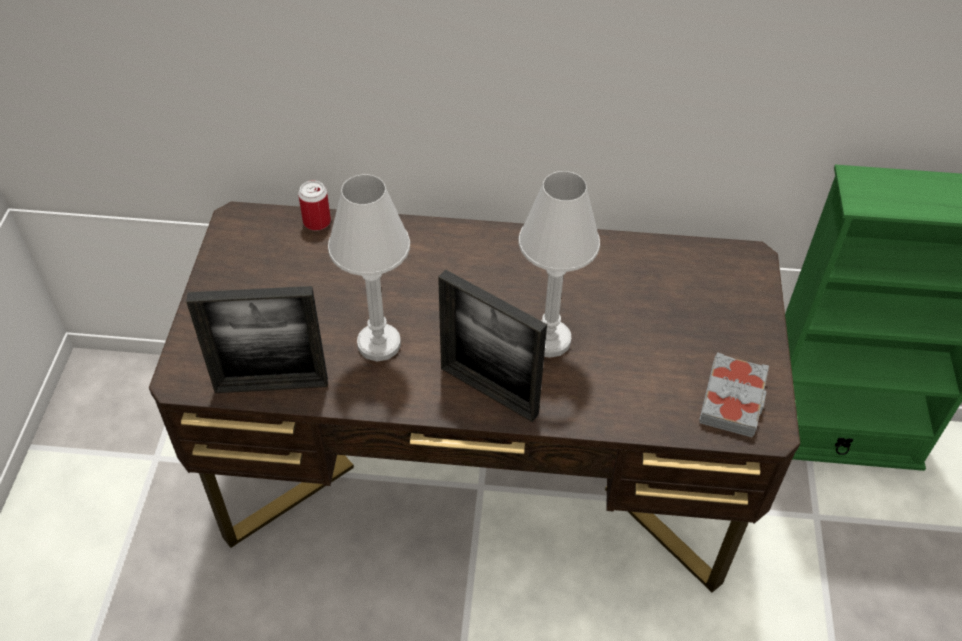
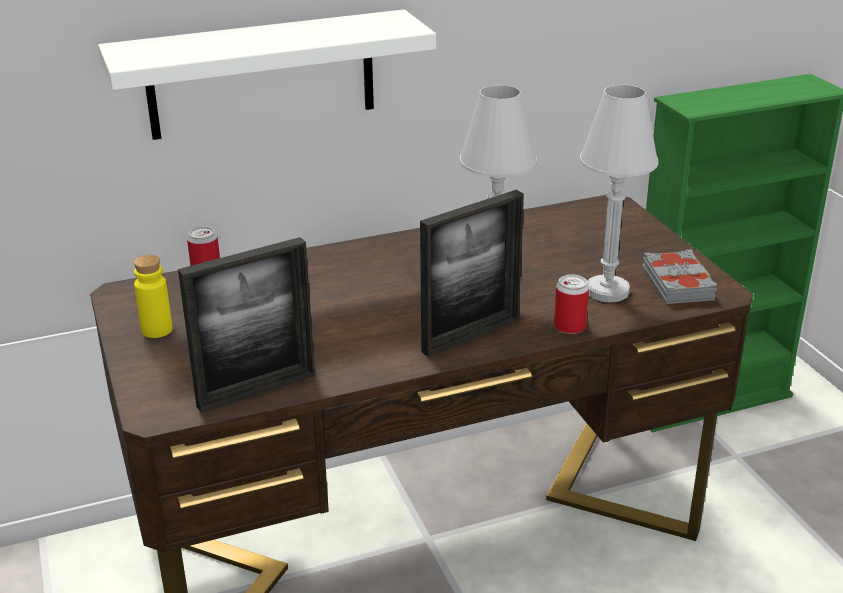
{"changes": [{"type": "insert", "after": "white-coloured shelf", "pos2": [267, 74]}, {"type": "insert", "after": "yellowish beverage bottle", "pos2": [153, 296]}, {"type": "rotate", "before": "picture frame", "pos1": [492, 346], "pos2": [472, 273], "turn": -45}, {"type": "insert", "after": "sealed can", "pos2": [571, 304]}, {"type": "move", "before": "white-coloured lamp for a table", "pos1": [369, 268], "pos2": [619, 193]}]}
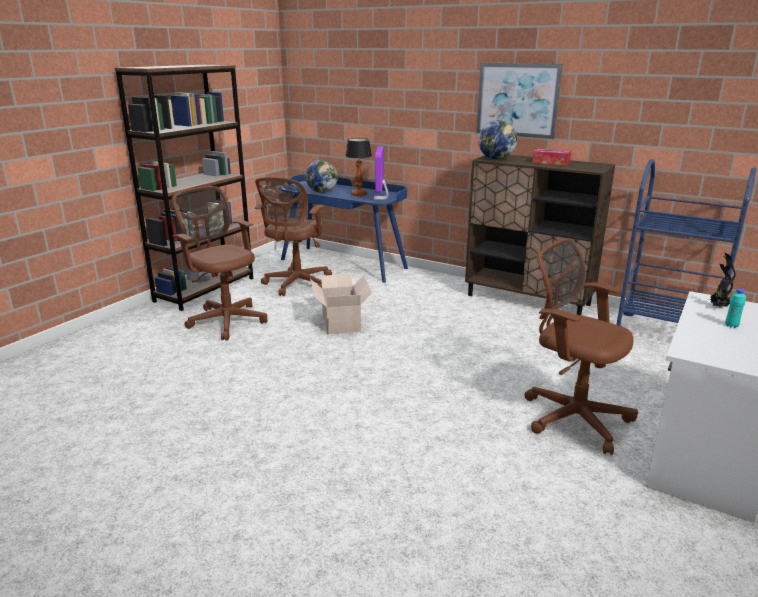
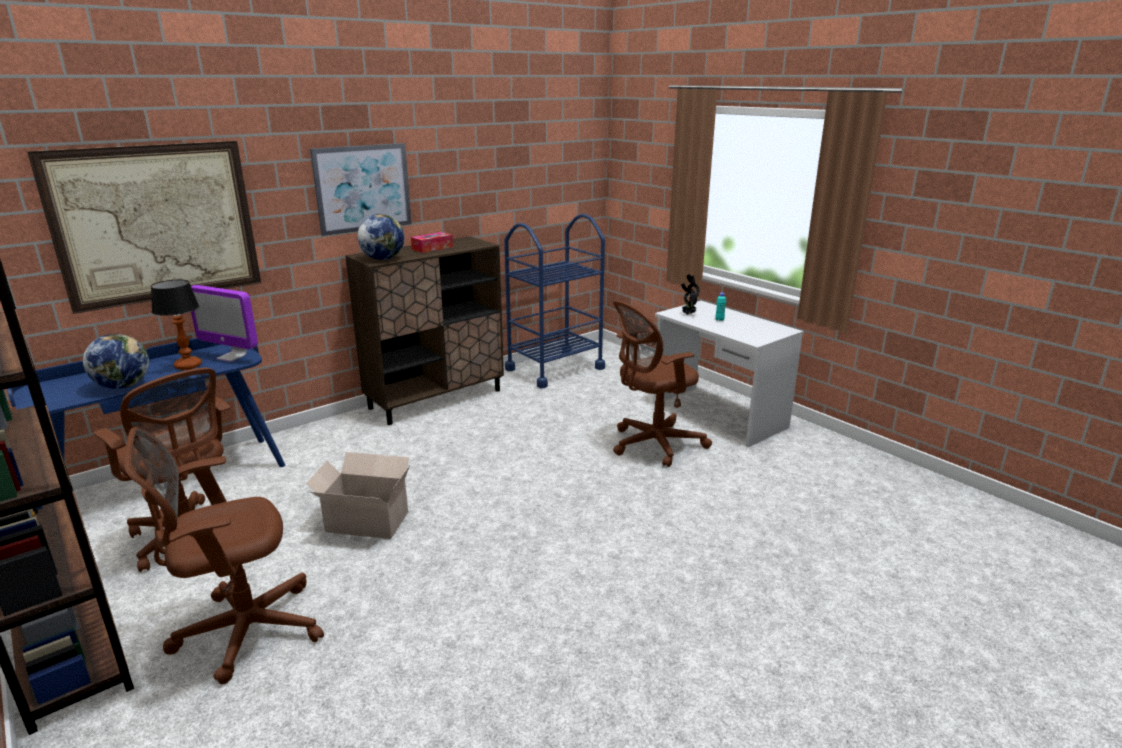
{"changes": [{"type": "insert", "after": "picture", "pos2": [144, 227]}]}
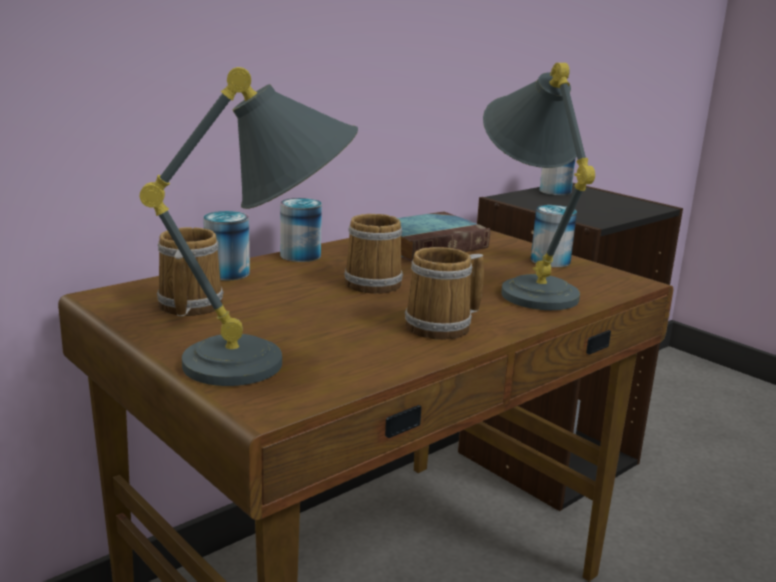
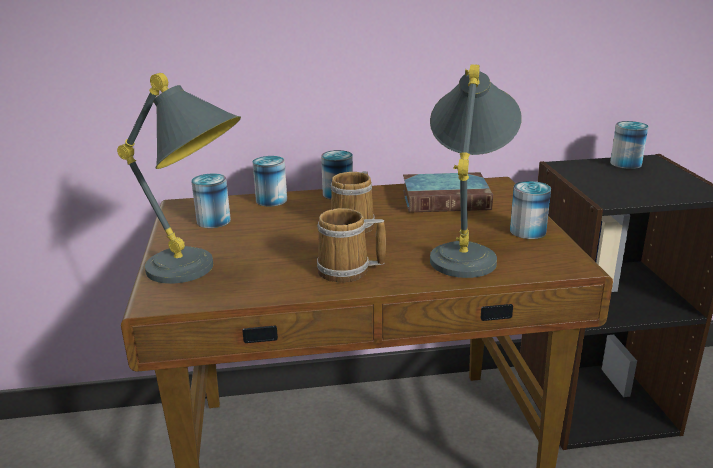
{"changes": [{"type": "replace", "before": "coffee mug", "after": "sealed can", "pos1": [190, 271], "pos2": [211, 200]}]}
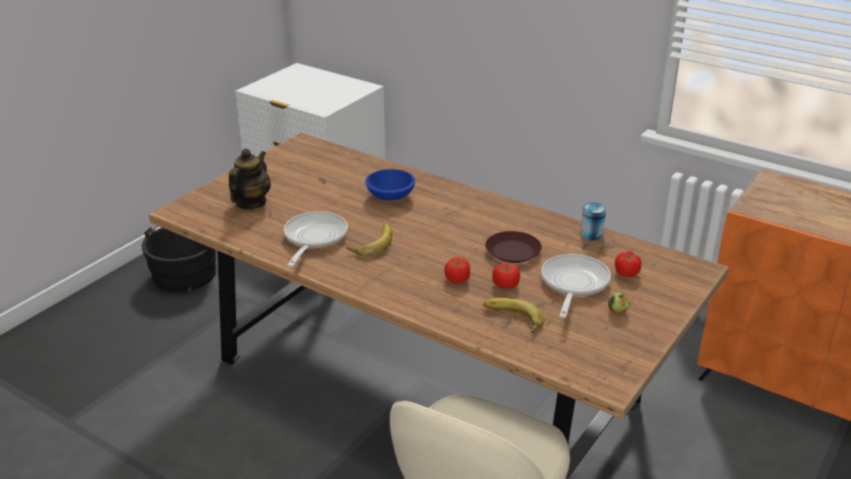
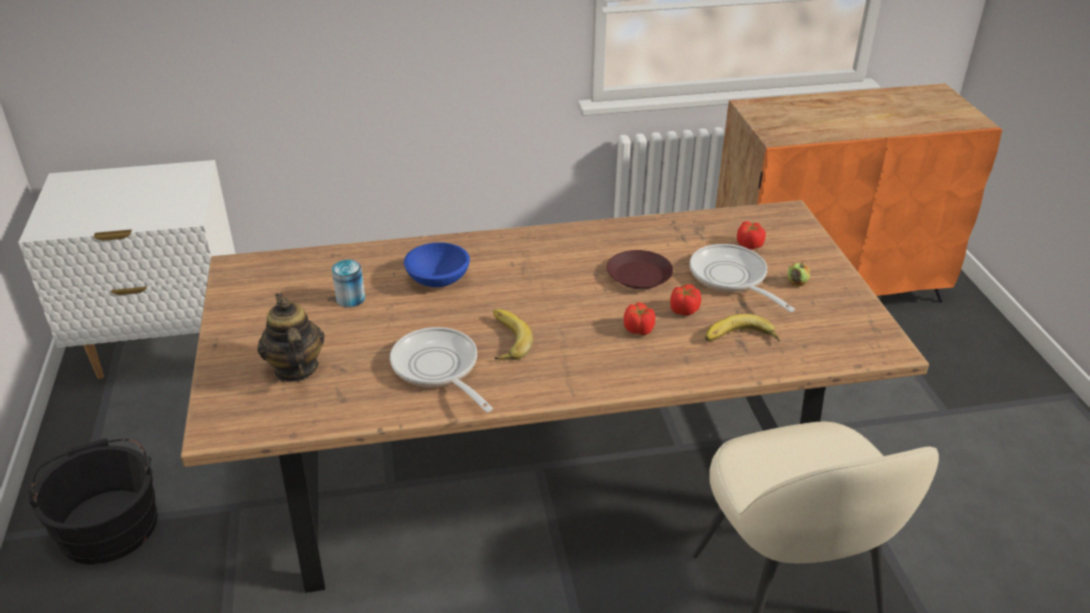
{"changes": [{"type": "move", "before": "sealed can", "pos1": [593, 221], "pos2": [348, 284]}]}
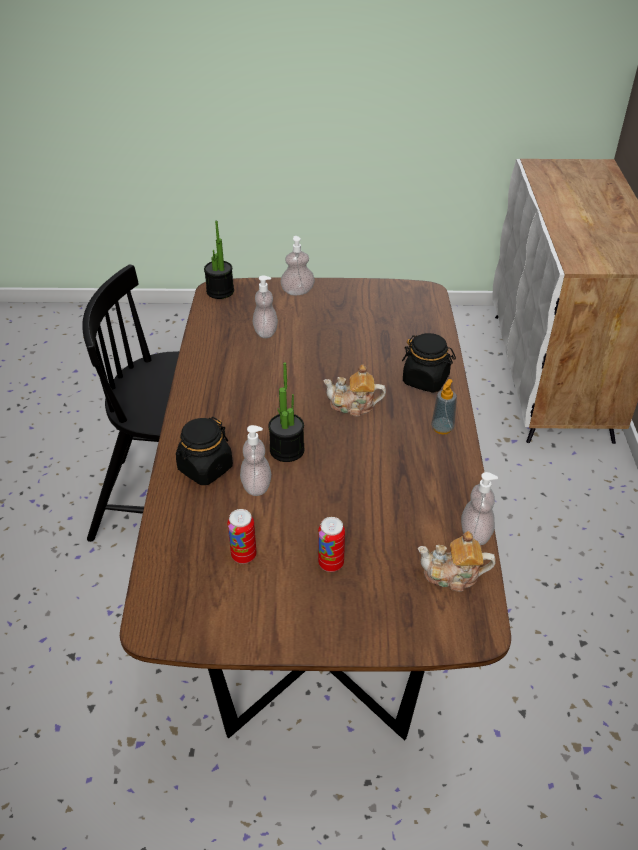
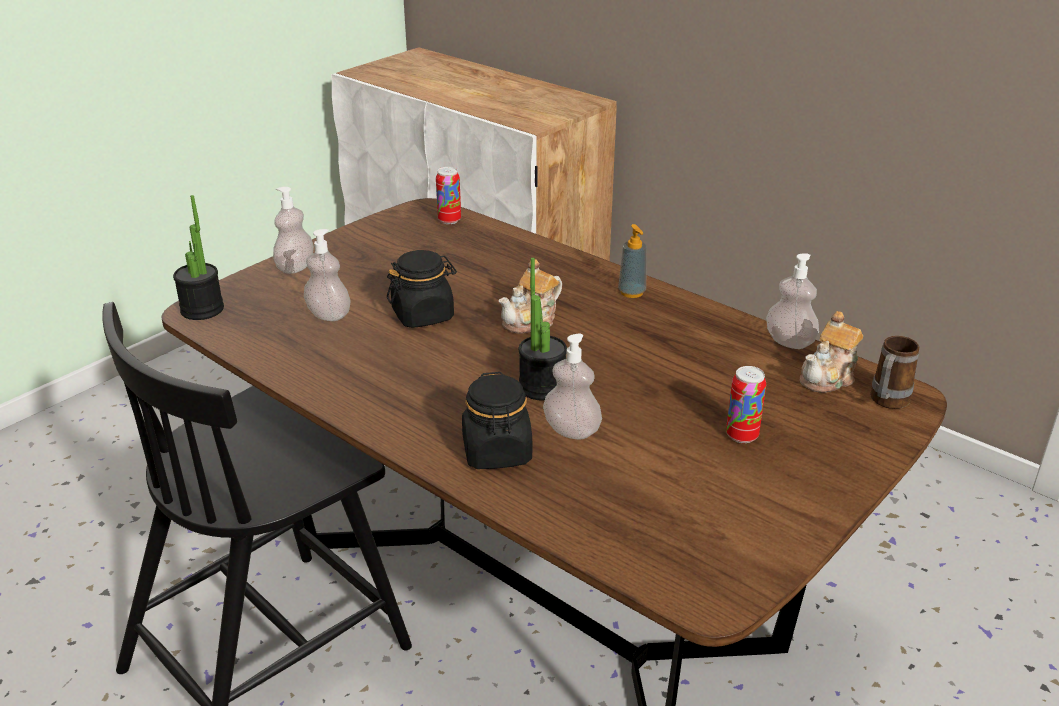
{"changes": [{"type": "move", "before": "black-coloured jar", "pos1": [429, 363], "pos2": [422, 289]}, {"type": "move", "before": "sealed can", "pos1": [242, 536], "pos2": [448, 195]}, {"type": "insert", "after": "coffee mug", "pos2": [894, 372]}]}
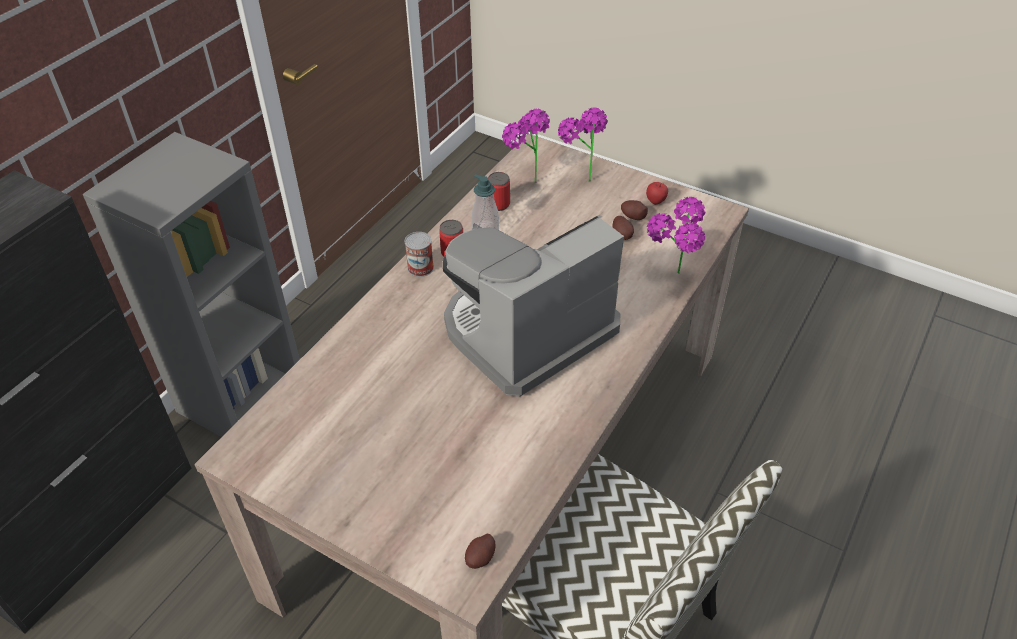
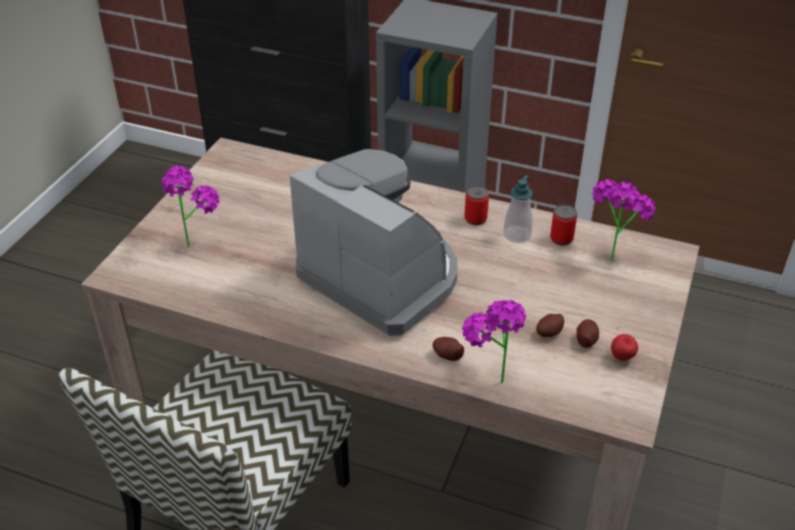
{"changes": [{"type": "move", "before": "houseplant", "pos1": [583, 144], "pos2": [190, 206]}, {"type": "move", "before": "potato", "pos1": [480, 551], "pos2": [448, 349]}, {"type": "delete", "before": "sealed can", "pos1": [419, 254]}]}
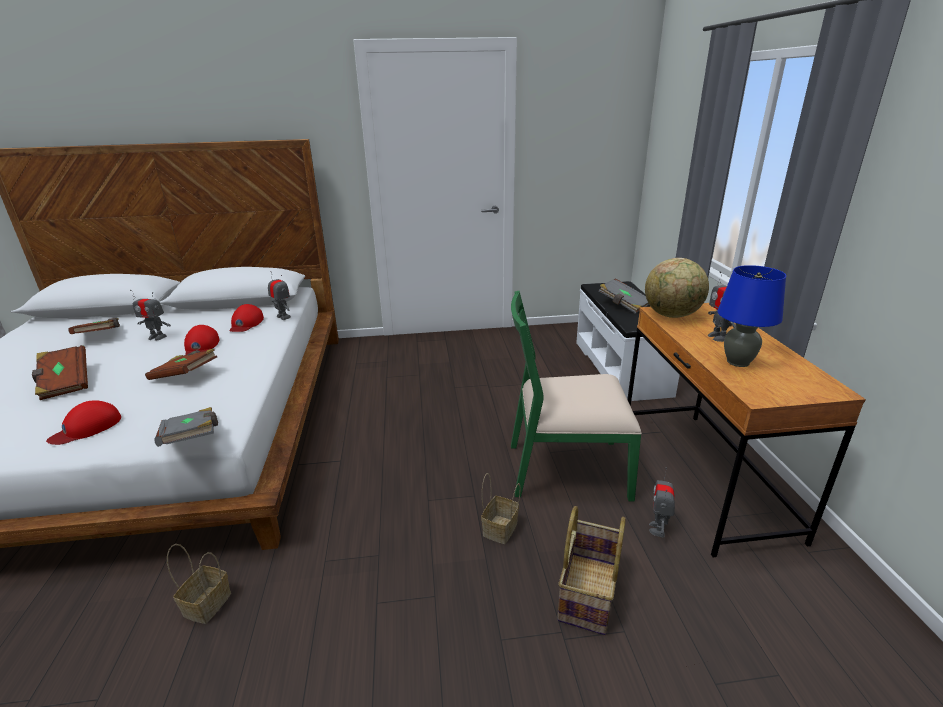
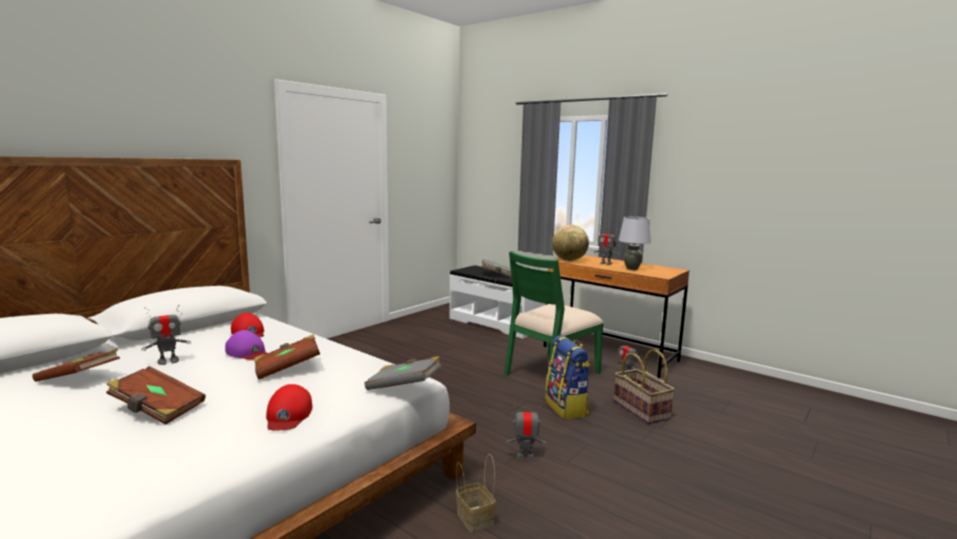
{"changes": [{"type": "recolor", "before": "red-coloured cap", "after": "purple cap", "pos1": [201, 340], "pos2": [246, 345]}, {"type": "move", "before": "model robot", "pos1": [279, 296], "pos2": [526, 432]}, {"type": "replace", "before": "household basket", "after": "rucksack", "pos1": [500, 508], "pos2": [568, 377]}, {"type": "recolor", "before": "bluish lamp for a table", "after": "greyish lamp for a table", "pos1": [752, 316], "pos2": [635, 243]}]}
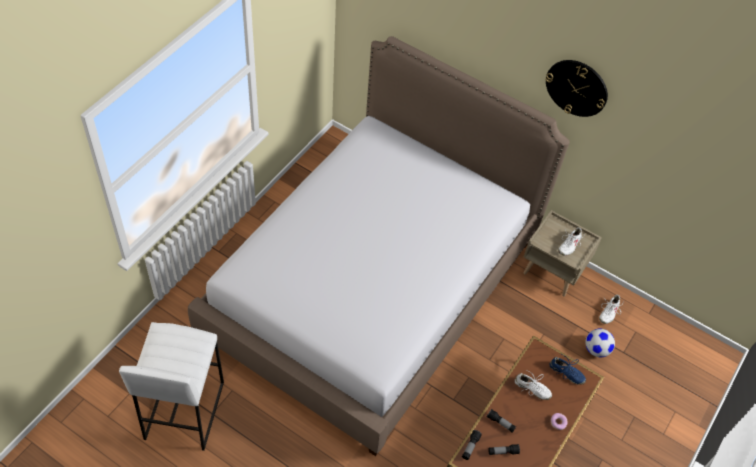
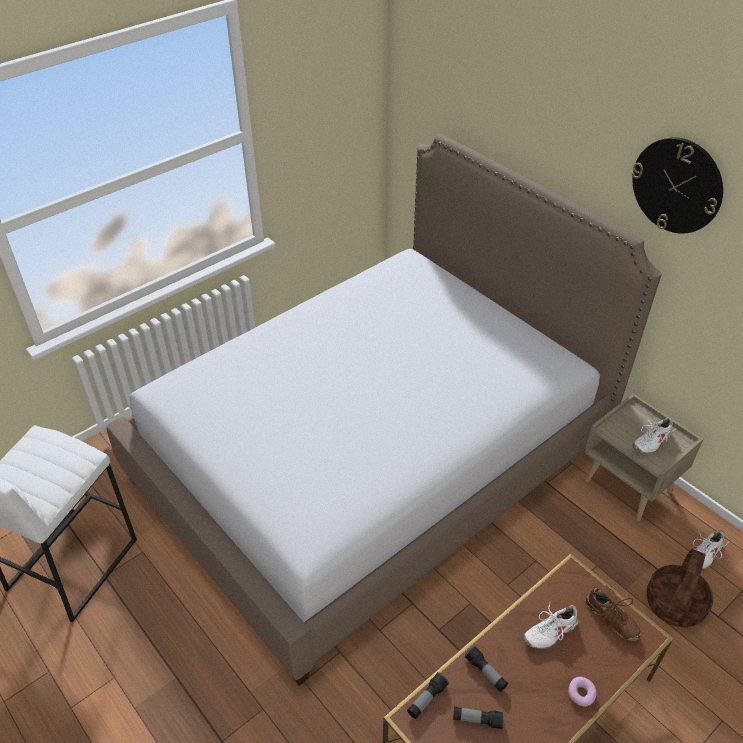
{"changes": [{"type": "rotate", "before": "white-coloured low shoe", "pos1": [533, 384], "pos2": [552, 626], "turn": 105}, {"type": "recolor", "before": "bluish low shoe", "after": "brownish low shoe", "pos1": [568, 370], "pos2": [613, 614]}, {"type": "replace", "before": "football", "after": "household basket", "pos1": [600, 343], "pos2": [680, 588]}]}
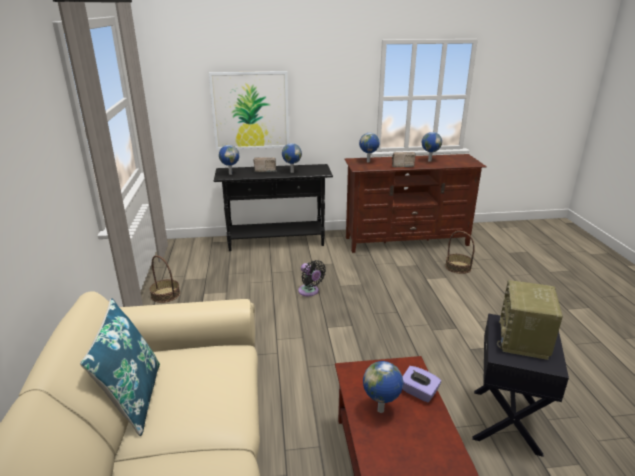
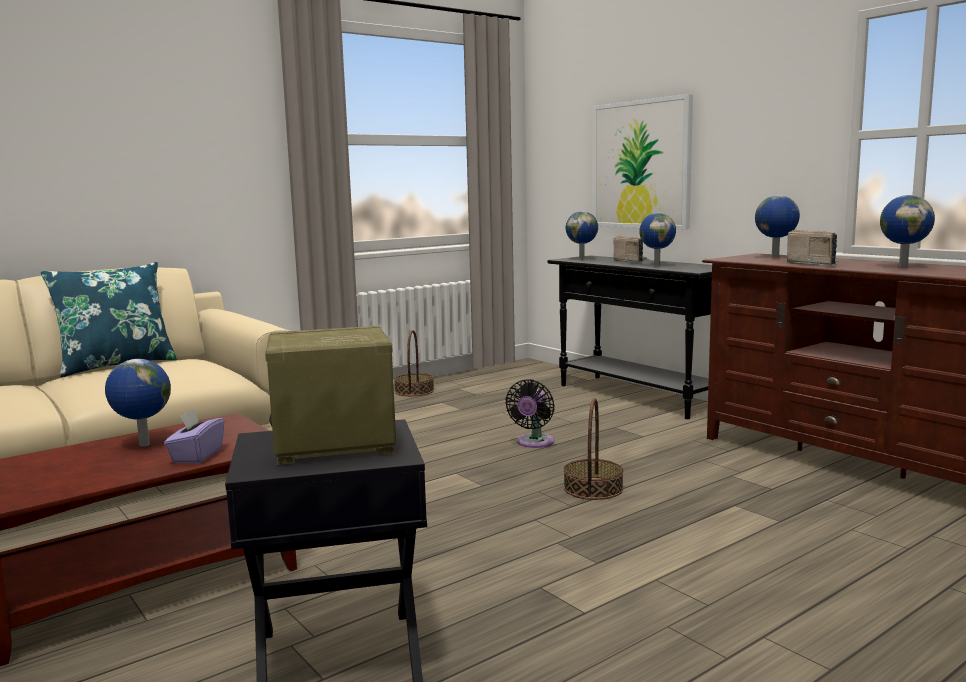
{"changes": [{"type": "move", "before": "household basket", "pos1": [460, 252], "pos2": [593, 449]}]}
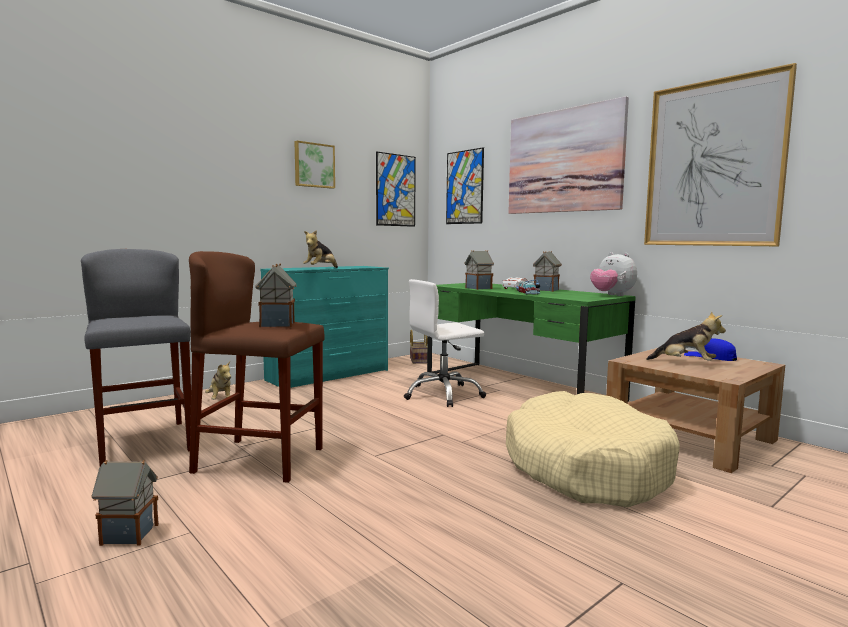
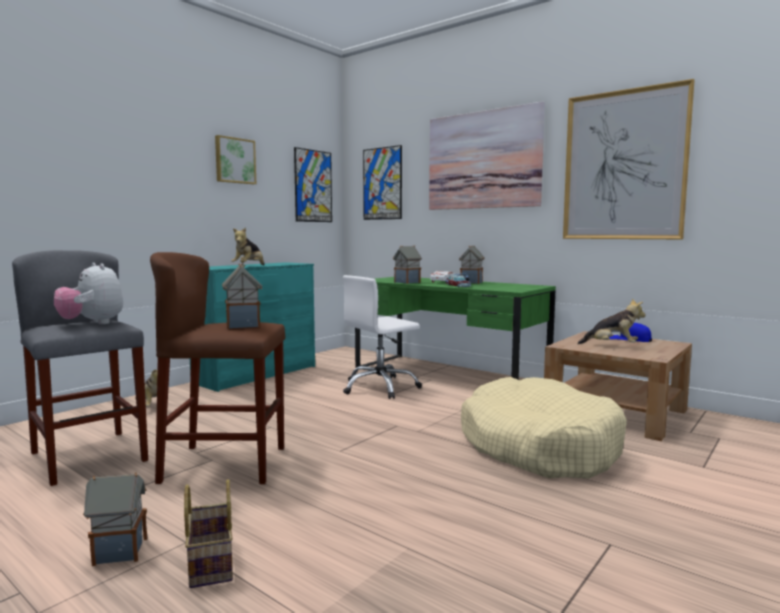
{"changes": [{"type": "move", "before": "soft toy", "pos1": [613, 274], "pos2": [88, 293]}, {"type": "move", "before": "household basket", "pos1": [418, 347], "pos2": [208, 533]}]}
